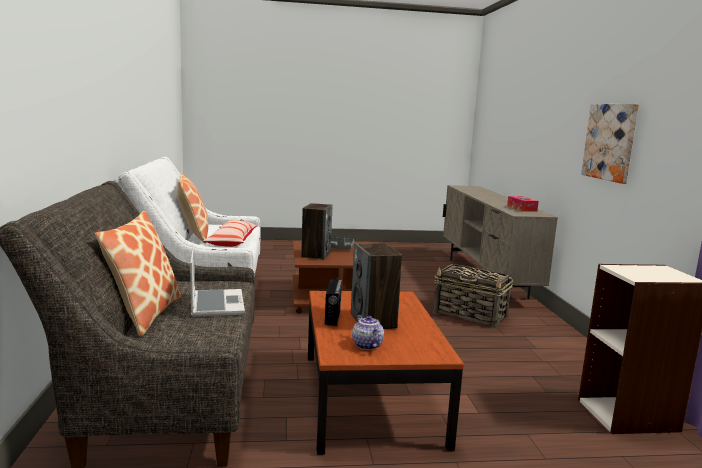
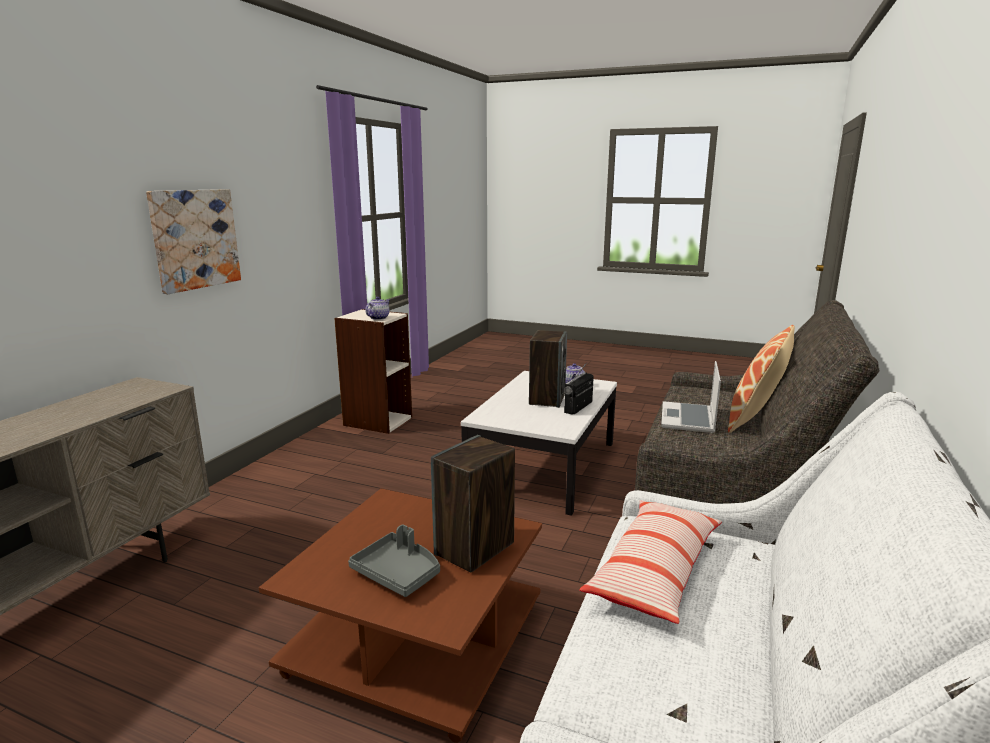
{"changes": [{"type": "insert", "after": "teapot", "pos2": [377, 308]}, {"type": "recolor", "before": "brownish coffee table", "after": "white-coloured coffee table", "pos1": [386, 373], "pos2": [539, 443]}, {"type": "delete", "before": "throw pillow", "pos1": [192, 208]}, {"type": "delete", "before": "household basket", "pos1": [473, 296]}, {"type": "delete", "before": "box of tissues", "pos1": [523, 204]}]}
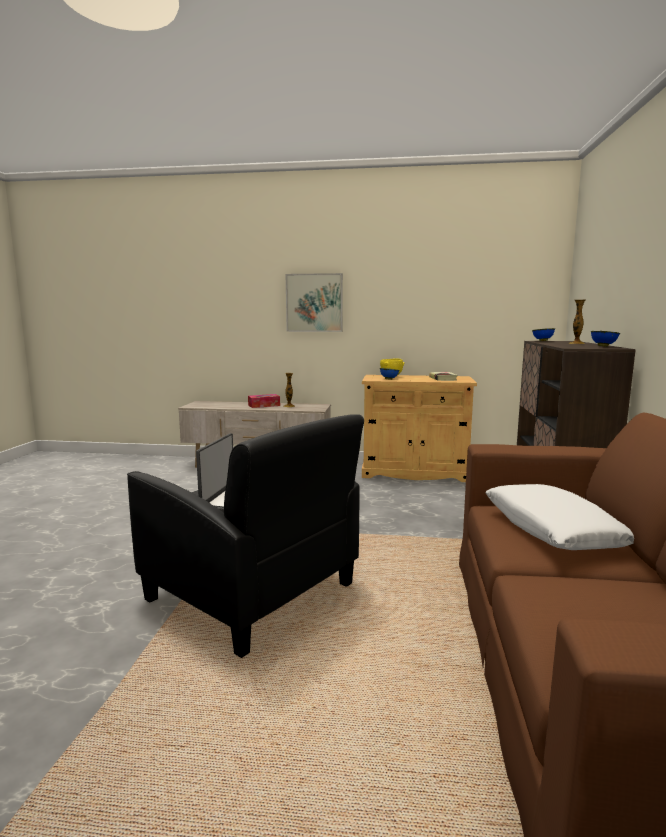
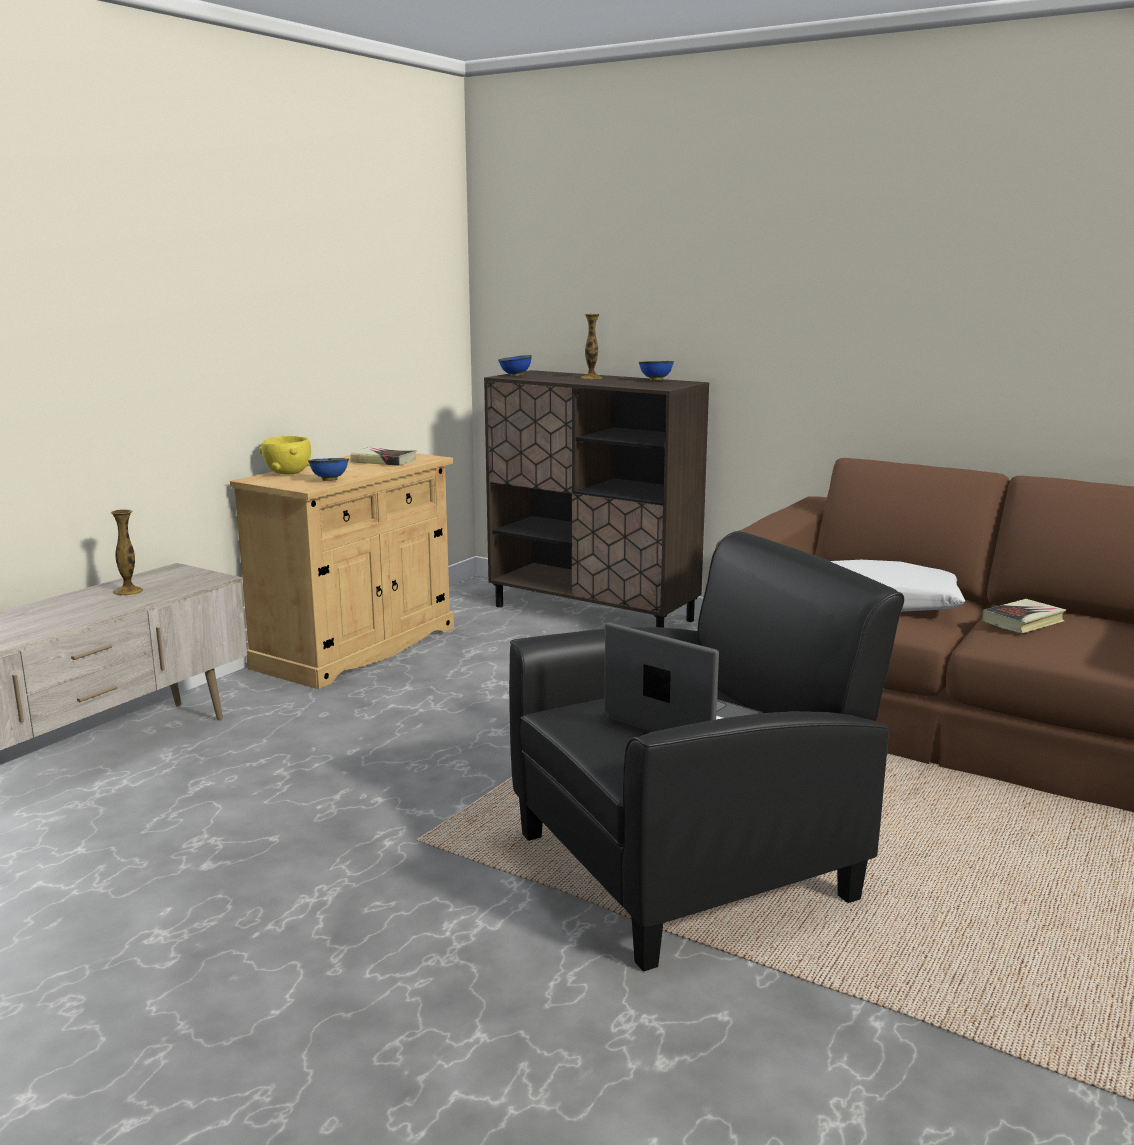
{"changes": [{"type": "insert", "after": "book", "pos2": [1024, 616]}, {"type": "delete", "before": "box of tissues", "pos1": [264, 401]}, {"type": "delete", "before": "picture", "pos1": [314, 302]}]}
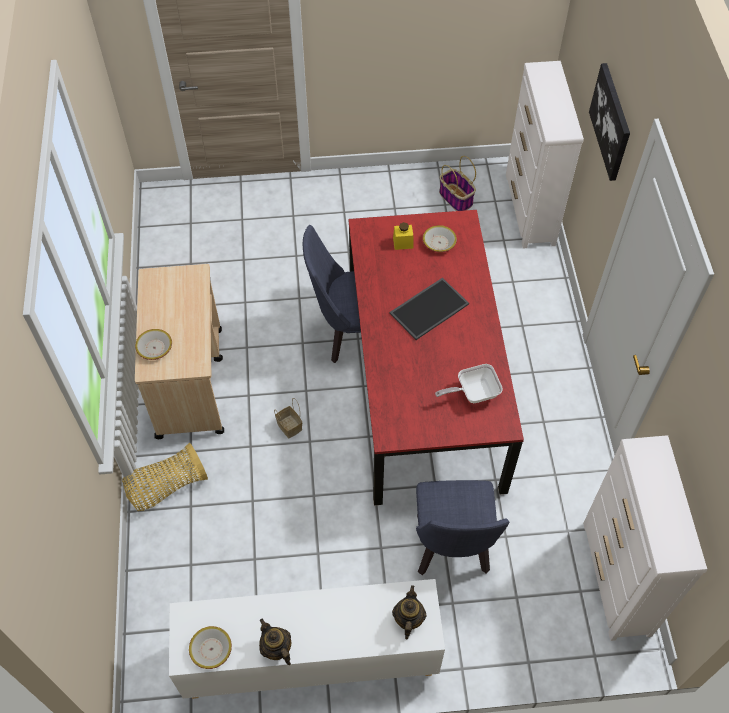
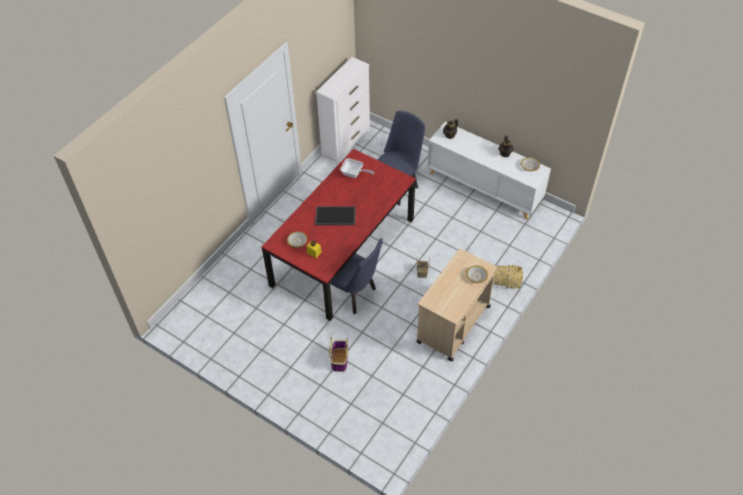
{"changes": [{"type": "move", "before": "household basket", "pos1": [457, 183], "pos2": [338, 354]}, {"type": "delete", "before": "white-coloured drawer chest", "pos1": [545, 155]}, {"type": "delete", "before": "picture", "pos1": [609, 122]}]}
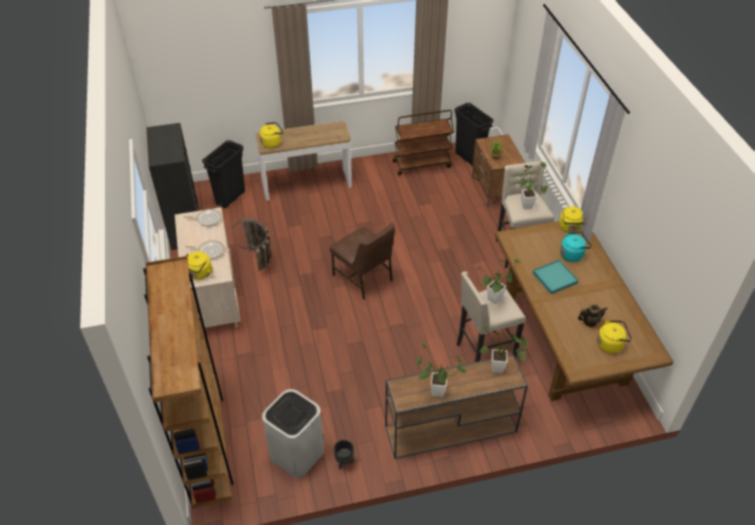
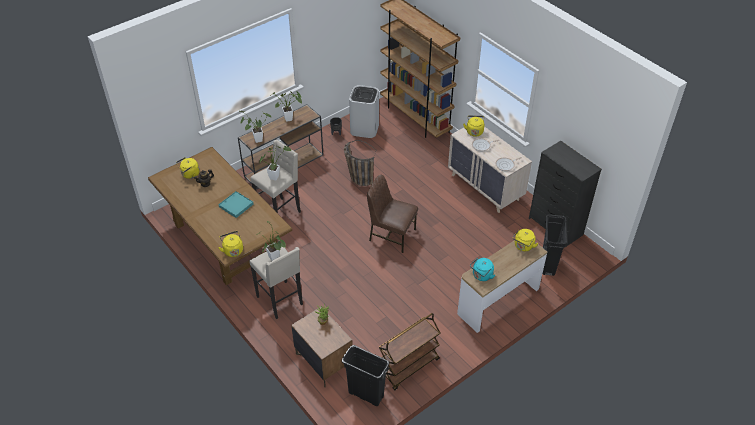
{"changes": [{"type": "move", "before": "household basket", "pos1": [251, 245], "pos2": [360, 163]}, {"type": "move", "before": "blue-green kettle", "pos1": [576, 247], "pos2": [482, 269]}]}
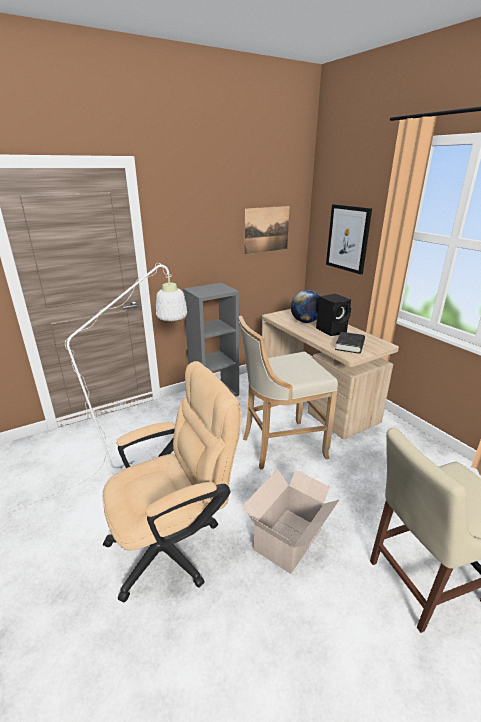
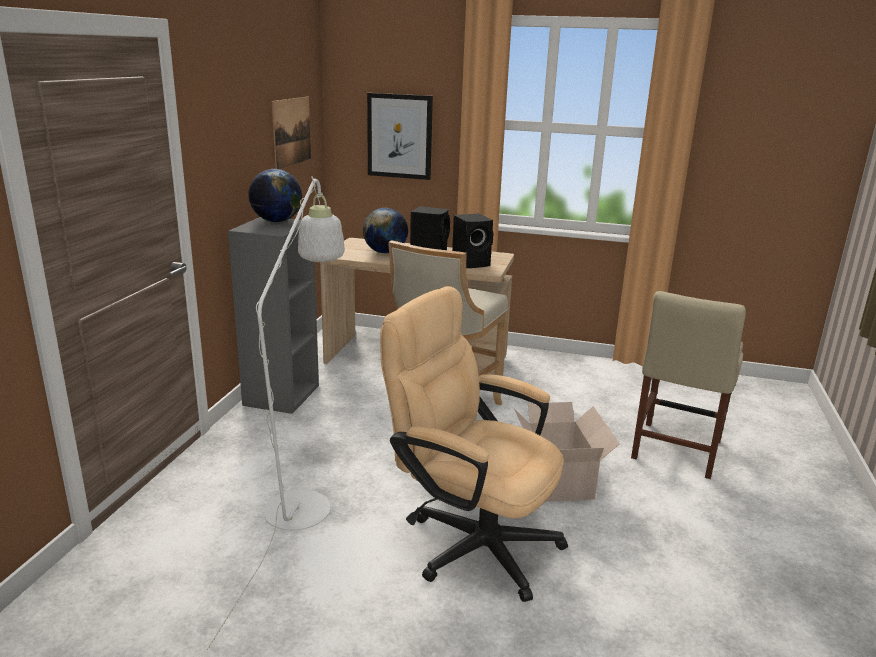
{"changes": [{"type": "insert", "after": "world globe", "pos2": [275, 195]}, {"type": "rotate", "before": "sand-coloured computer chair", "pos1": [172, 482], "pos2": [474, 444], "turn": -75}, {"type": "replace", "before": "black-coloured book", "after": "black-coloured audio speaker", "pos1": [350, 343], "pos2": [473, 240]}]}
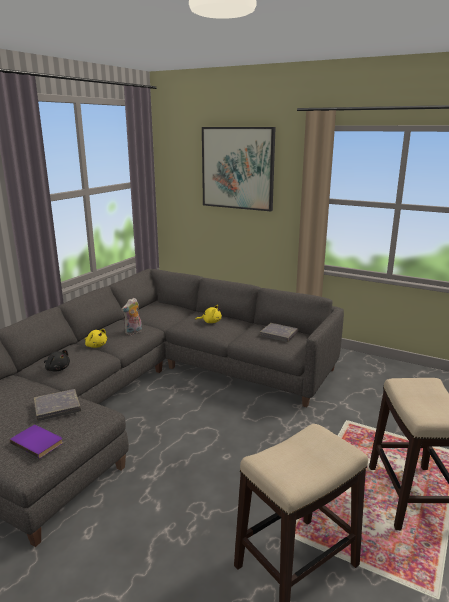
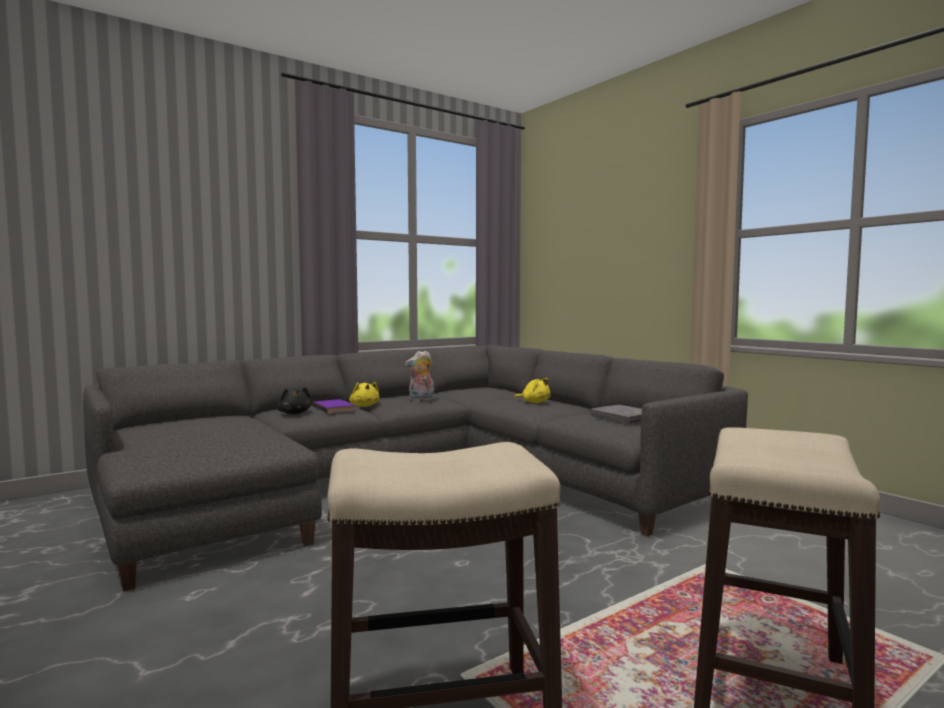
{"changes": [{"type": "move", "before": "purple book", "pos1": [36, 442], "pos2": [334, 406]}, {"type": "delete", "before": "greyish book", "pos1": [57, 405]}, {"type": "delete", "before": "picture", "pos1": [239, 169]}]}
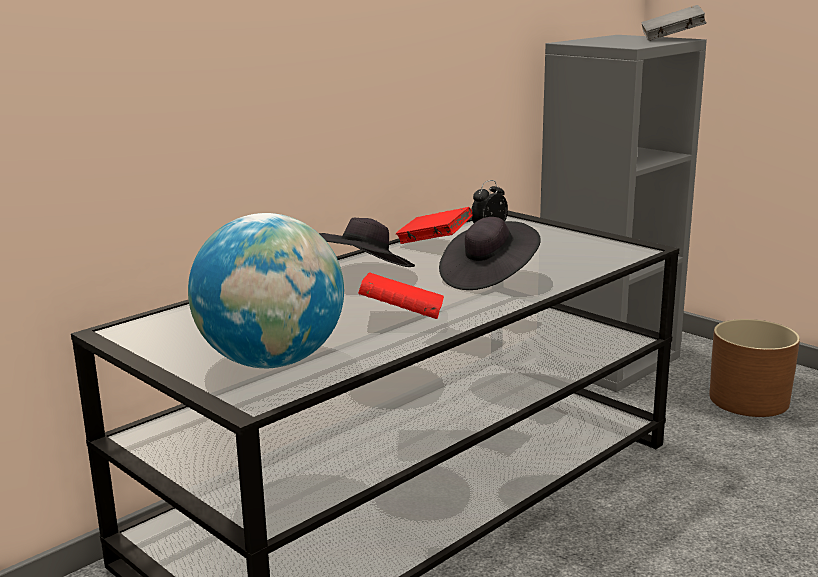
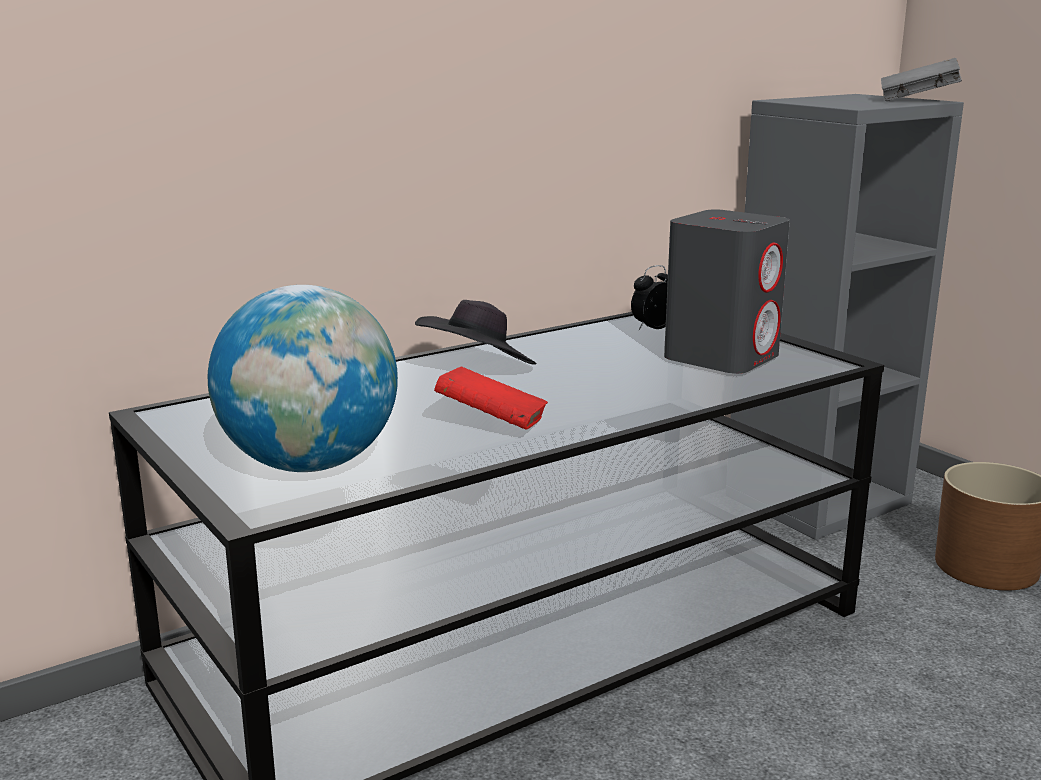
{"changes": [{"type": "insert", "after": "greyish audio speaker", "pos2": [727, 291]}, {"type": "delete", "before": "red-coloured book", "pos1": [434, 225]}, {"type": "delete", "before": "black-coloured hat", "pos1": [490, 253]}]}
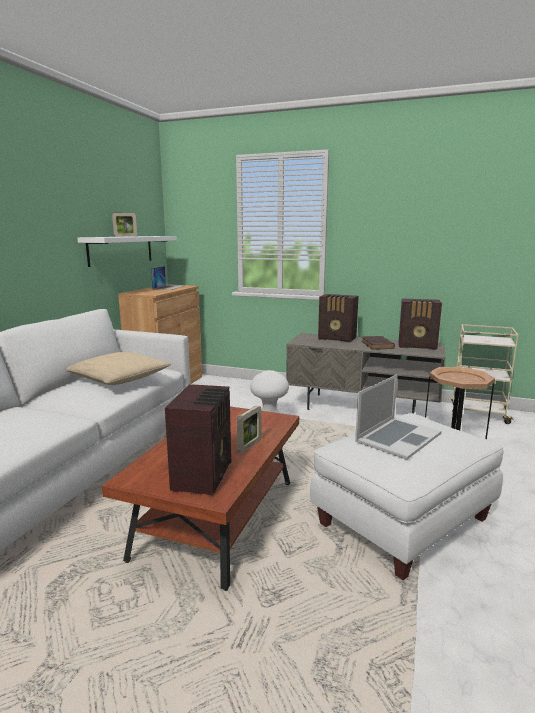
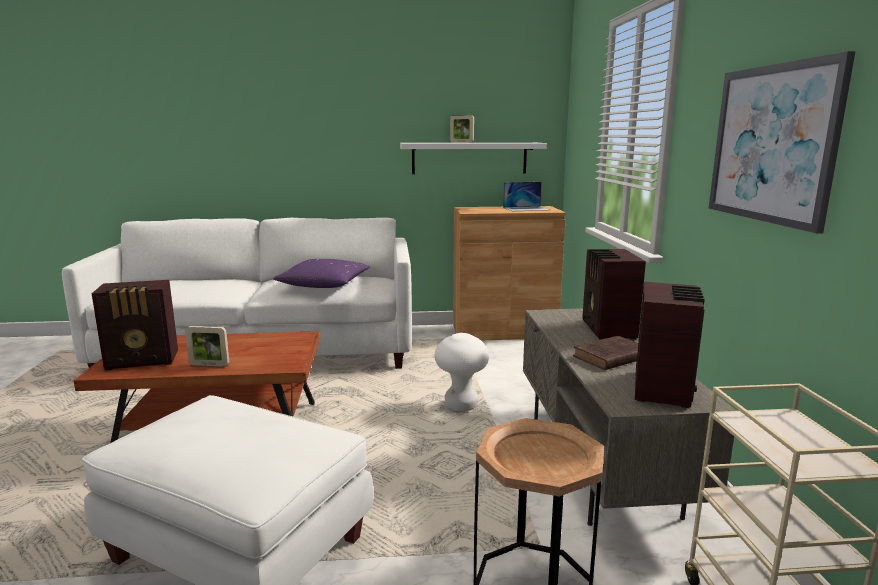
{"changes": [{"type": "recolor", "before": "sand-coloured throw pillow", "after": "purple throw pillow", "pos1": [118, 368], "pos2": [321, 273]}, {"type": "rotate", "before": "radio set", "pos1": [420, 324], "pos2": [670, 345], "turn": -150}, {"type": "insert", "after": "picture", "pos2": [782, 142]}, {"type": "delete", "before": "notebook computer", "pos1": [398, 417]}]}
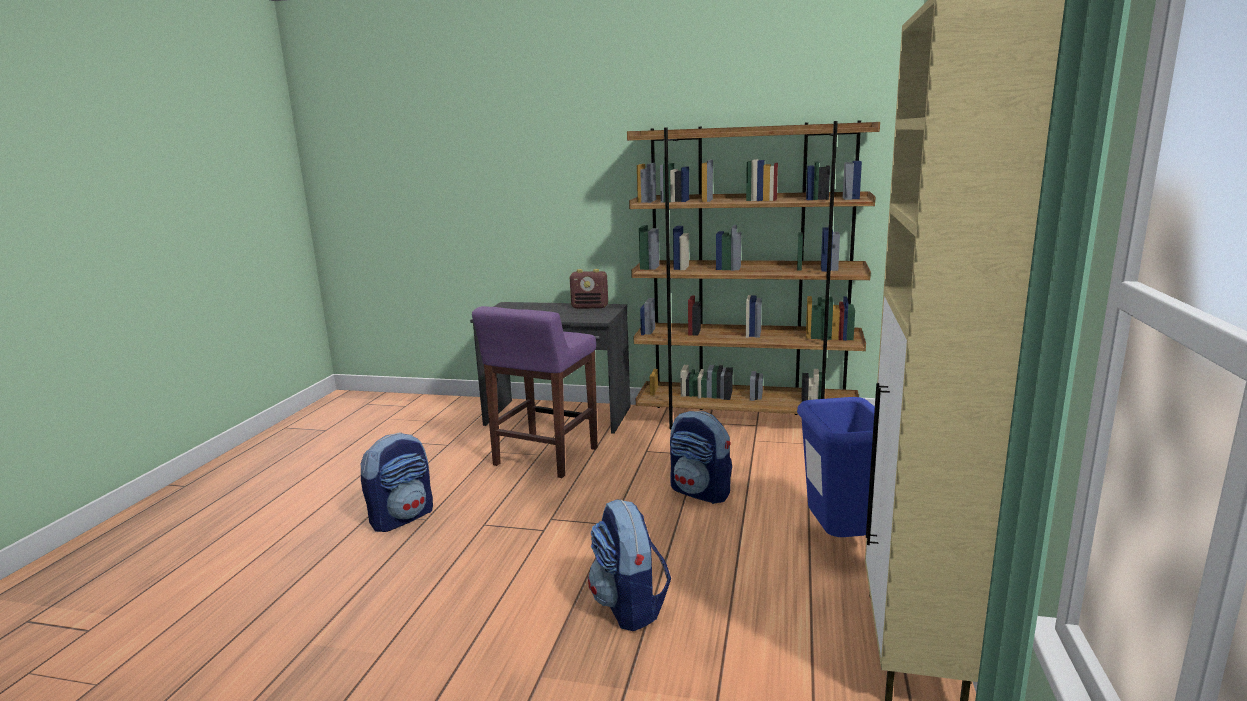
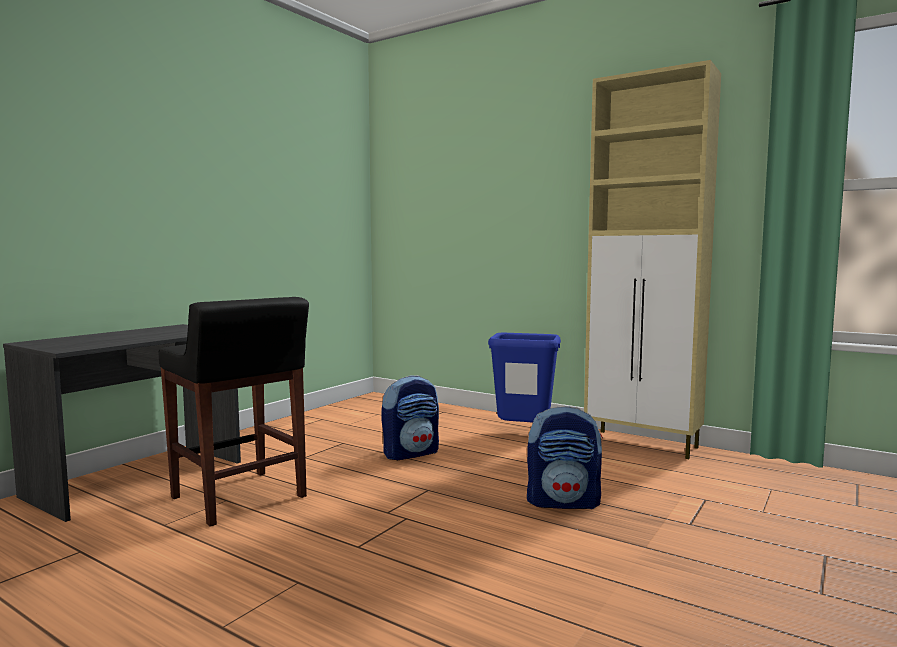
{"changes": [{"type": "recolor", "before": "purple stool", "after": "black-coloured stool", "pos1": [535, 392], "pos2": [234, 412]}, {"type": "delete", "before": "rucksack", "pos1": [396, 482]}, {"type": "delete", "before": "radio set", "pos1": [589, 289]}, {"type": "delete", "before": "brownish shelving unit", "pos1": [753, 275]}]}
